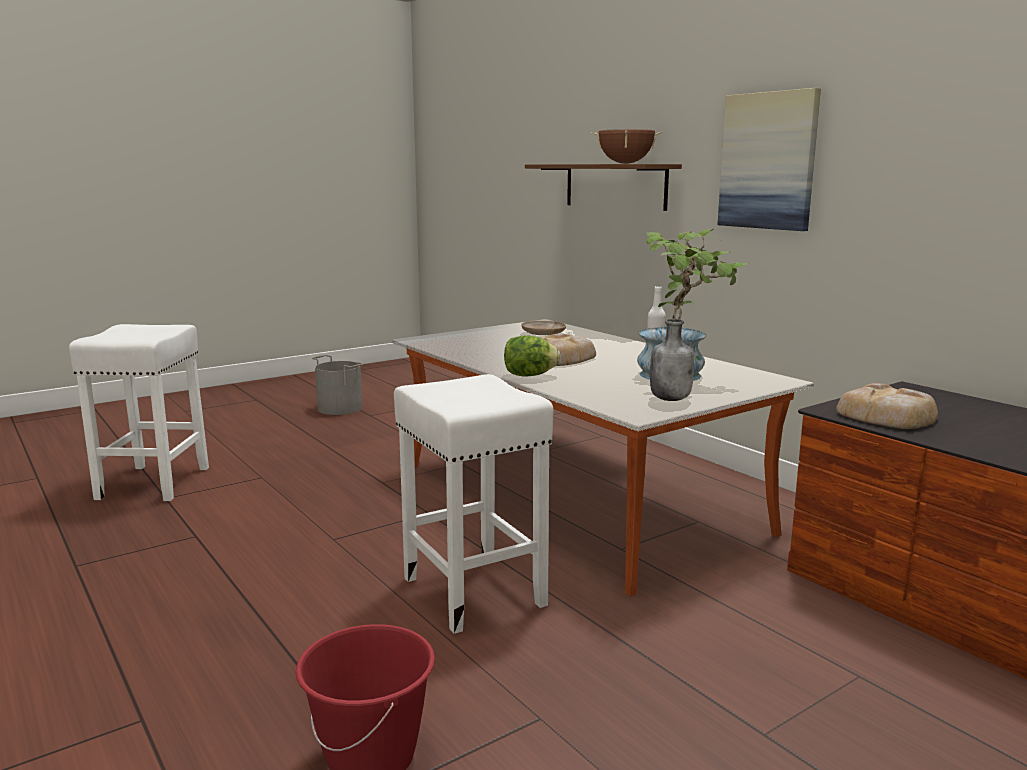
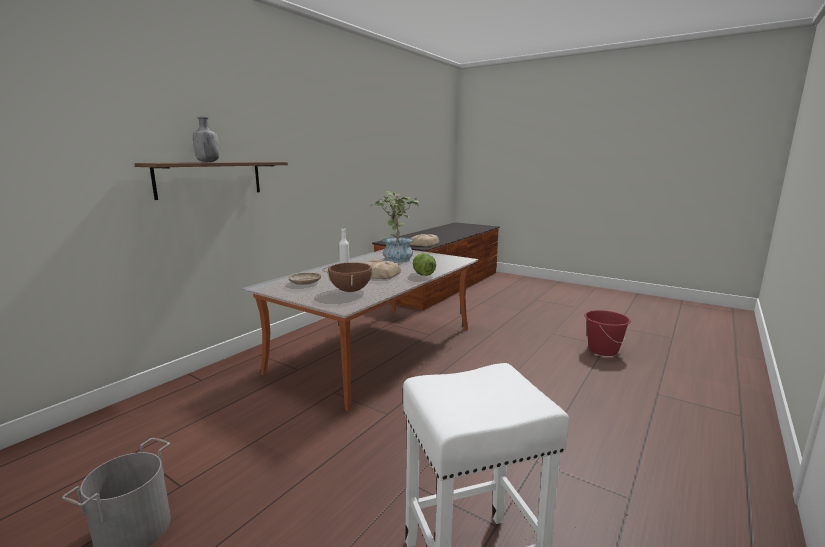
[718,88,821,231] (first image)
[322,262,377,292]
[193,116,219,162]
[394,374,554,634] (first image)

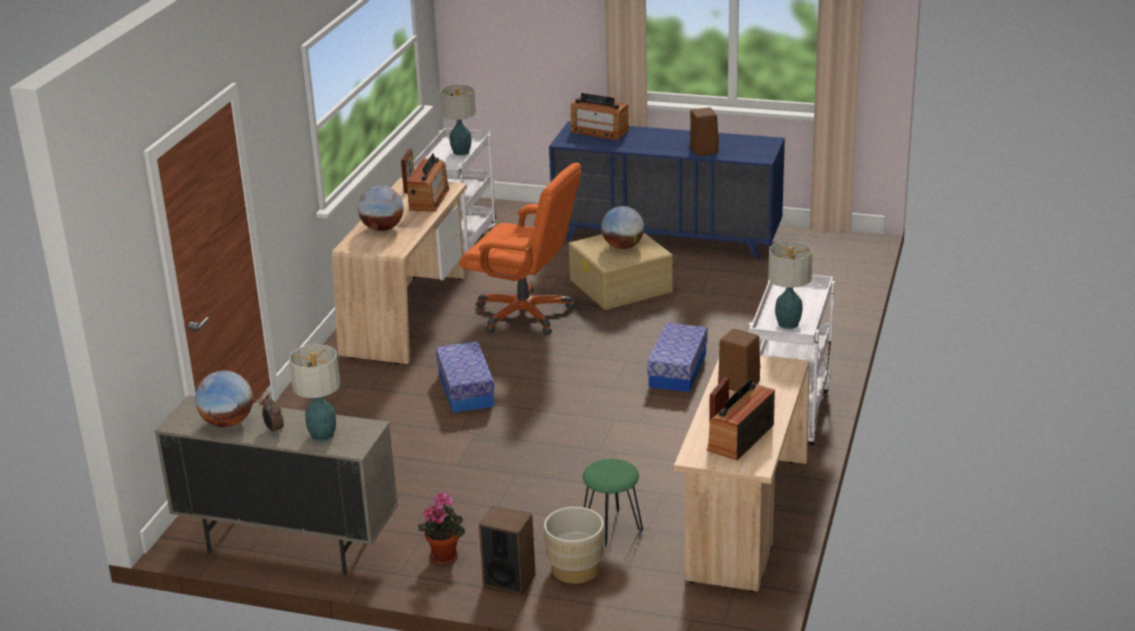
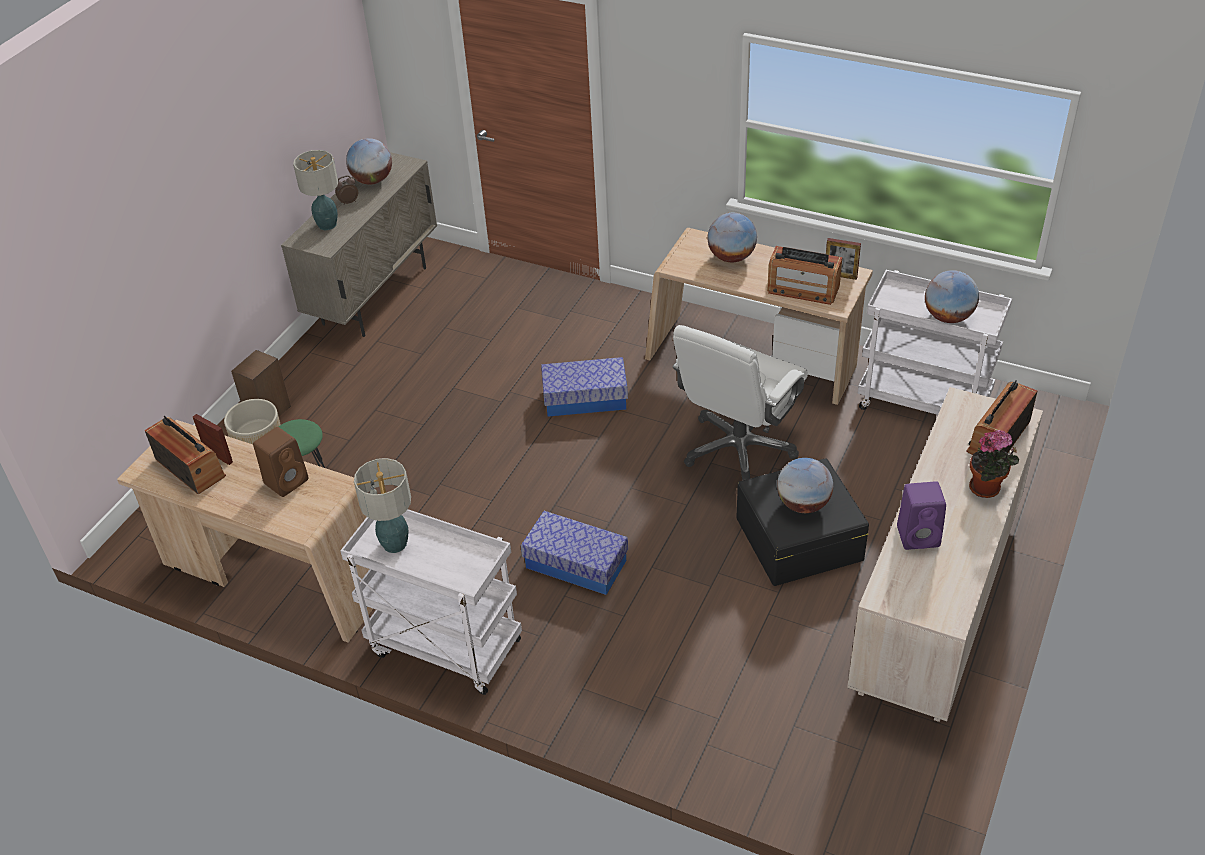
[925,270,979,323]
[897,481,946,550]
[847,387,1043,722]
[672,325,808,481]
[736,459,869,586]
[969,430,1019,498]

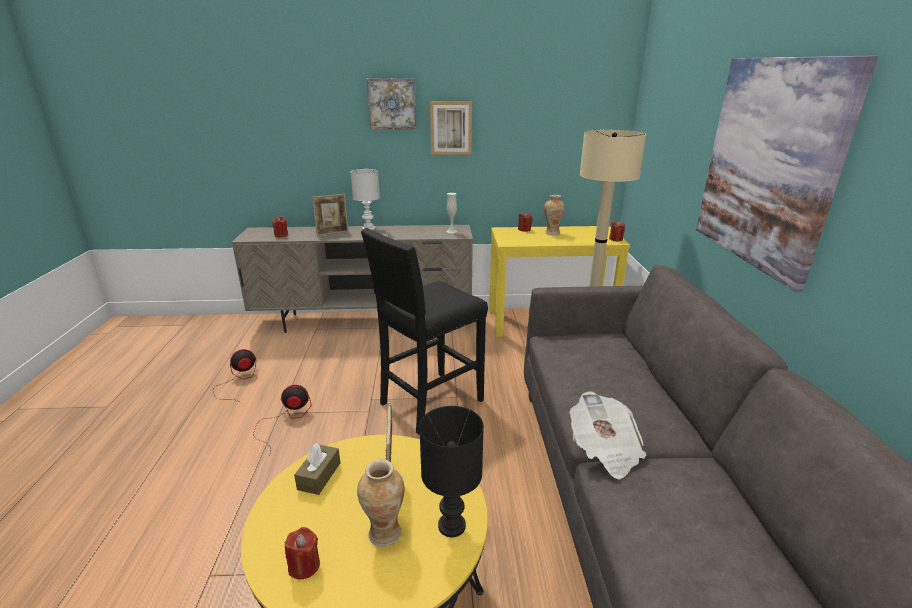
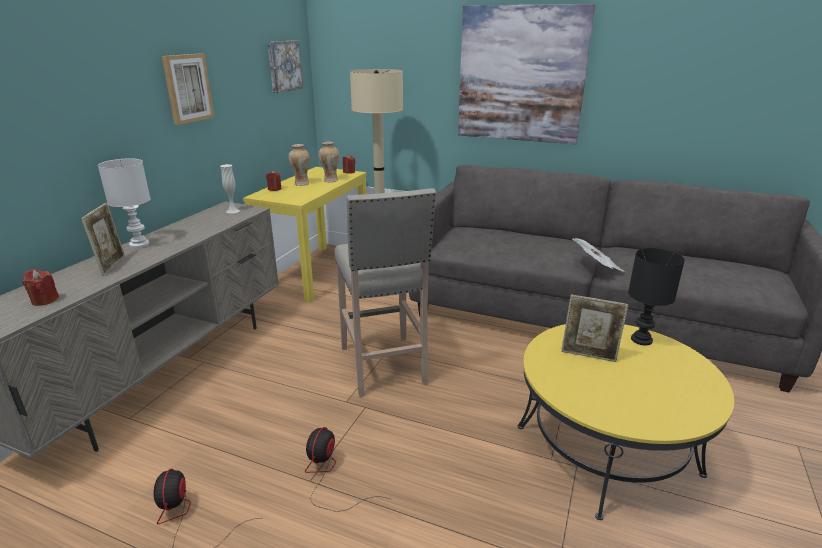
[268,40,303,93]
[335,188,436,397]
[294,443,340,495] (first image)
[319,142,339,182]
[285,527,320,579] (first image)

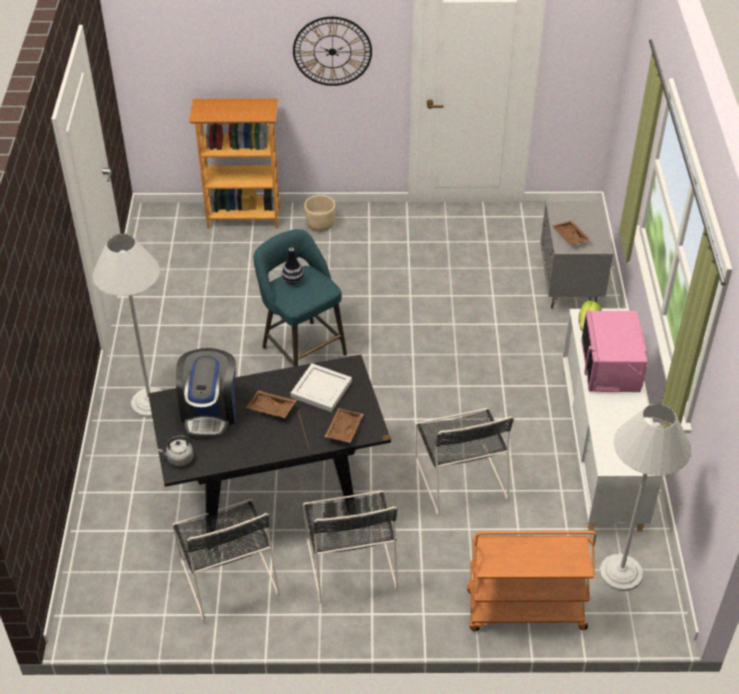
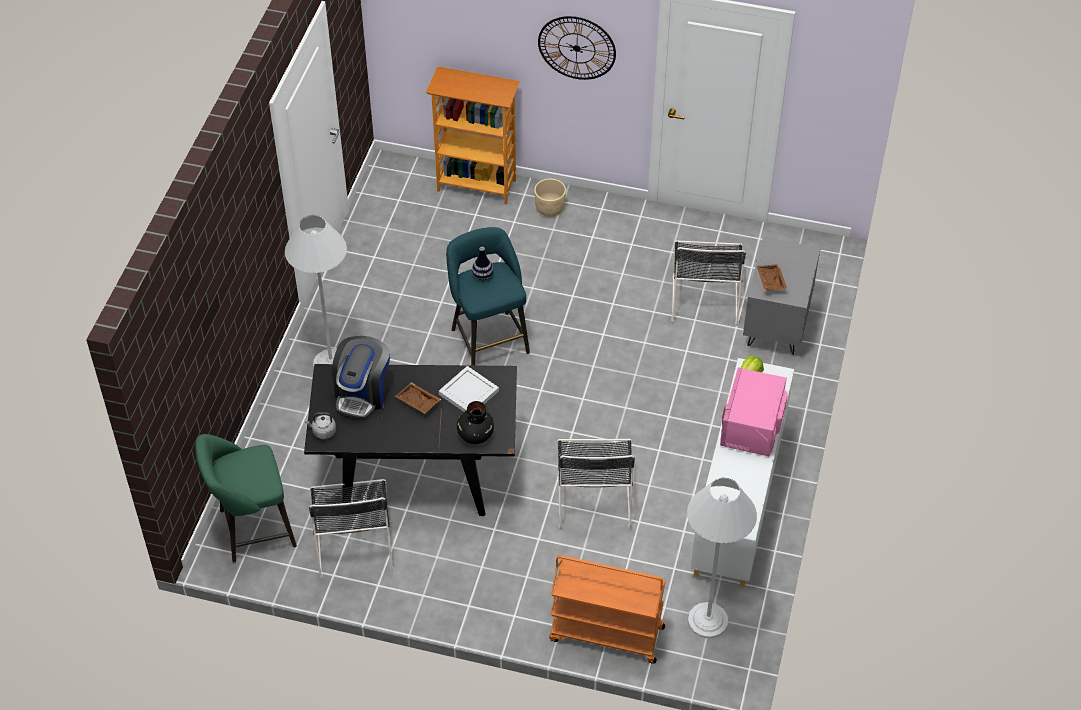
[457,401,494,444]
[671,240,746,326]
[195,434,297,562]

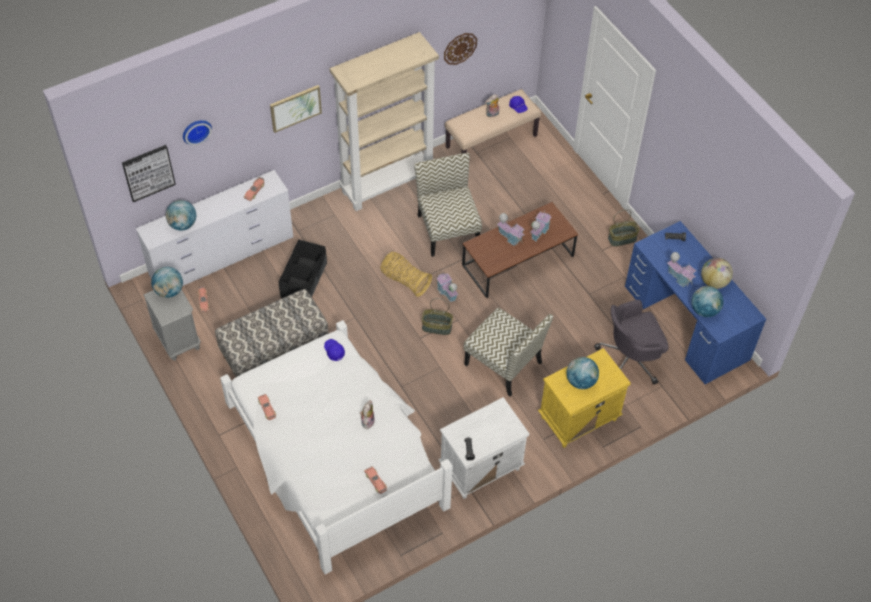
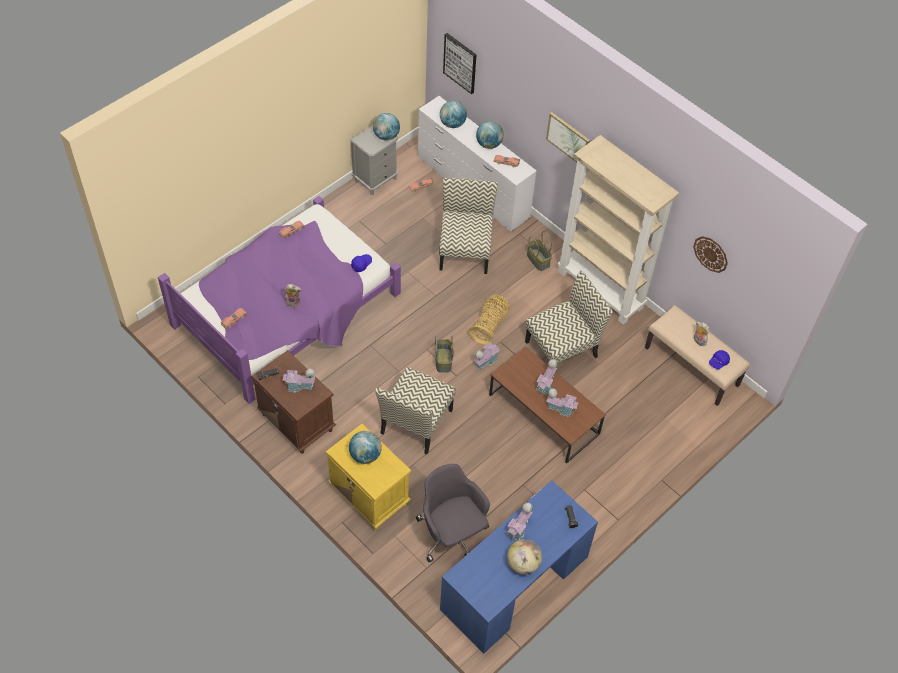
[183,120,212,145] (first image)
[527,231,552,271]
[439,178,498,274]
[476,121,504,149]
[215,289,329,377] (first image)
[158,196,401,404]
[252,350,336,454]
[282,369,316,392]

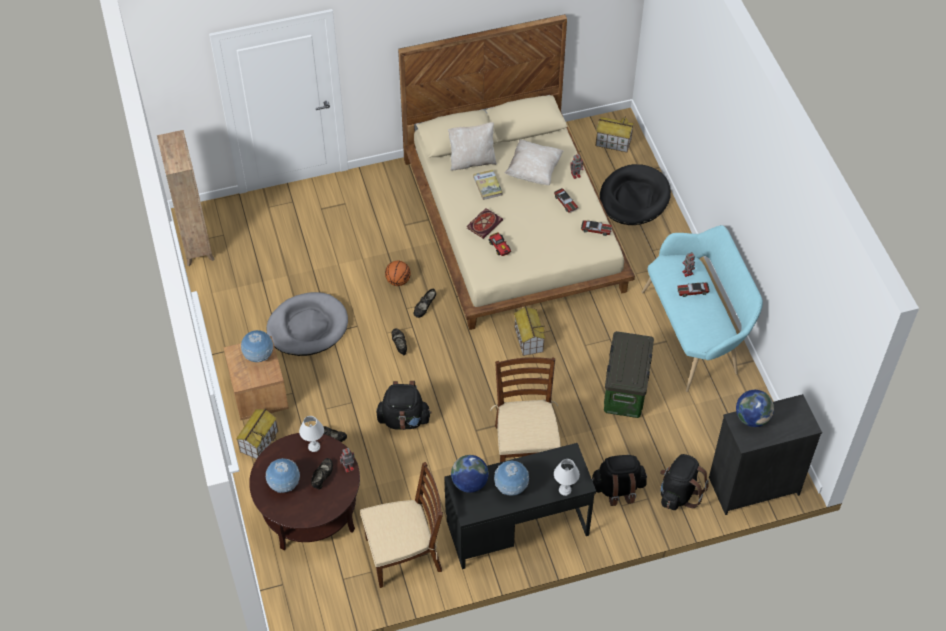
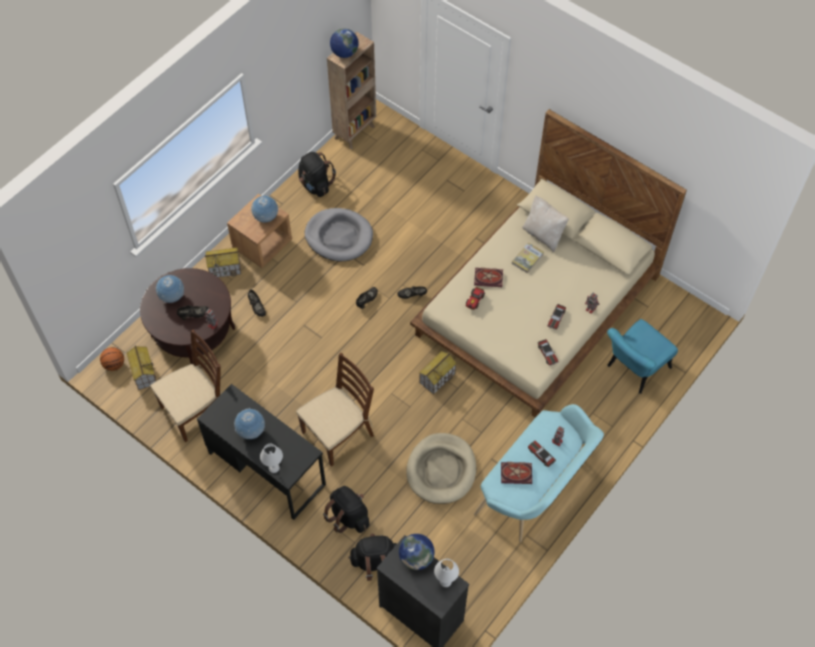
[127,346,156,390]
[505,139,563,185] (first image)
[607,319,678,394]
[100,347,124,371]
[406,433,476,504]
[298,152,336,197]
[434,559,459,587]
[330,29,359,58]
[150,329,221,442]
[501,462,532,484]

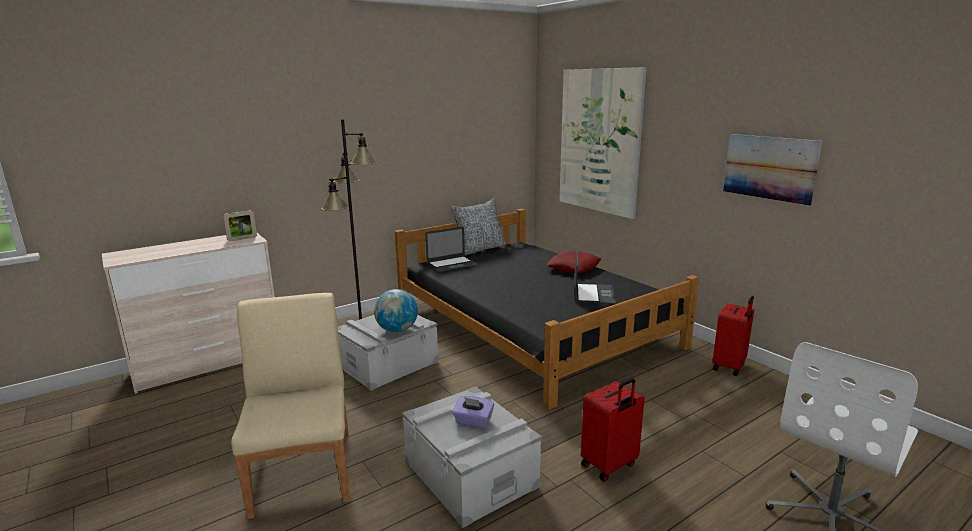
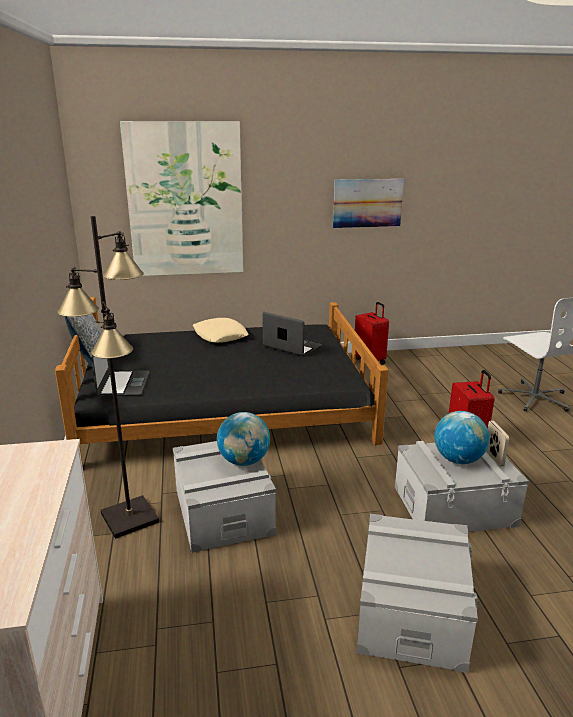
[486,421,509,467]
[193,318,248,343]
[357,514,478,673]
[434,411,489,464]

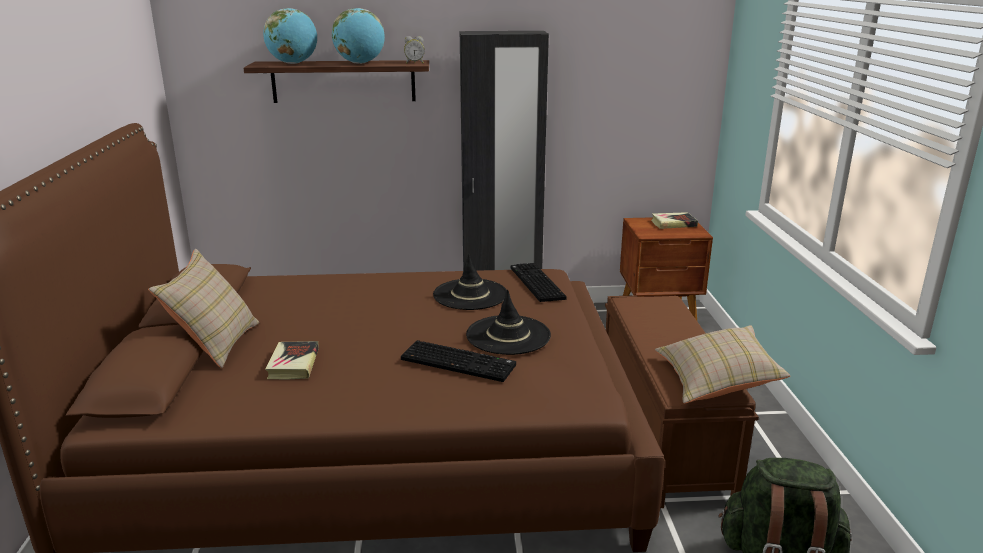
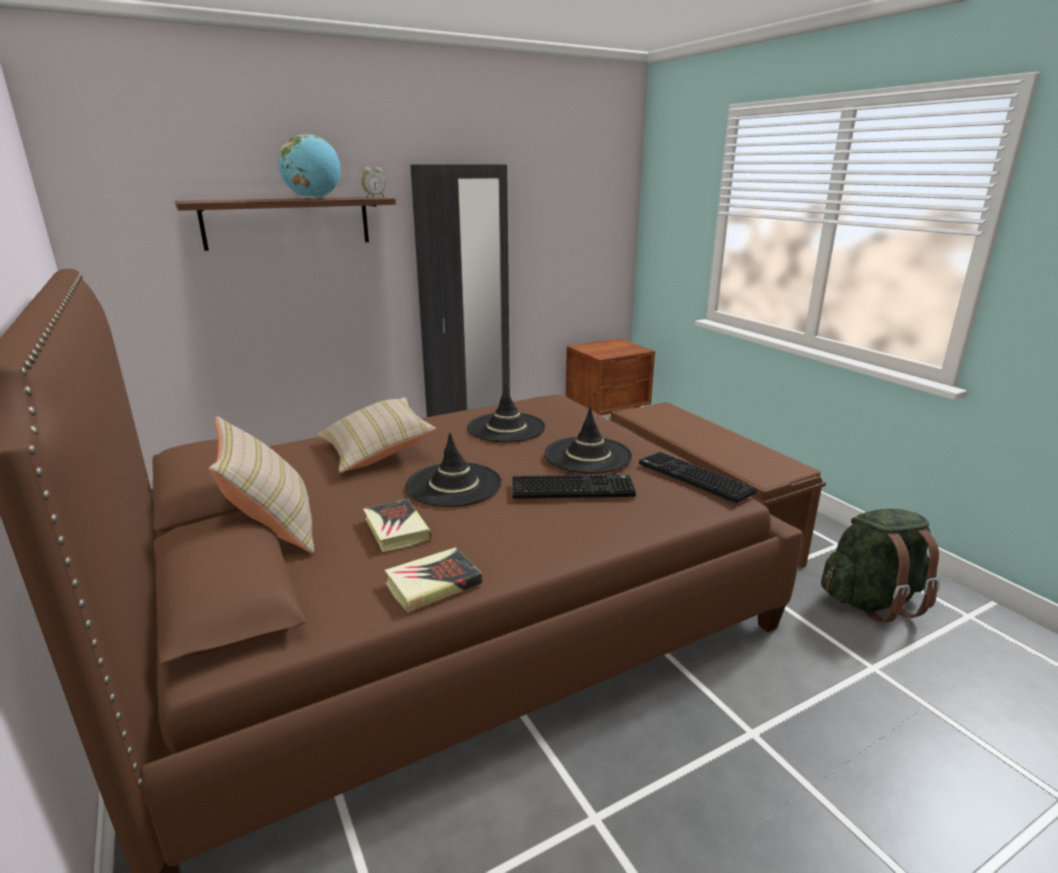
[263,8,317,64] (first image)
[385,547,482,613]
[639,452,757,503]
[317,397,436,473]
[406,433,502,507]

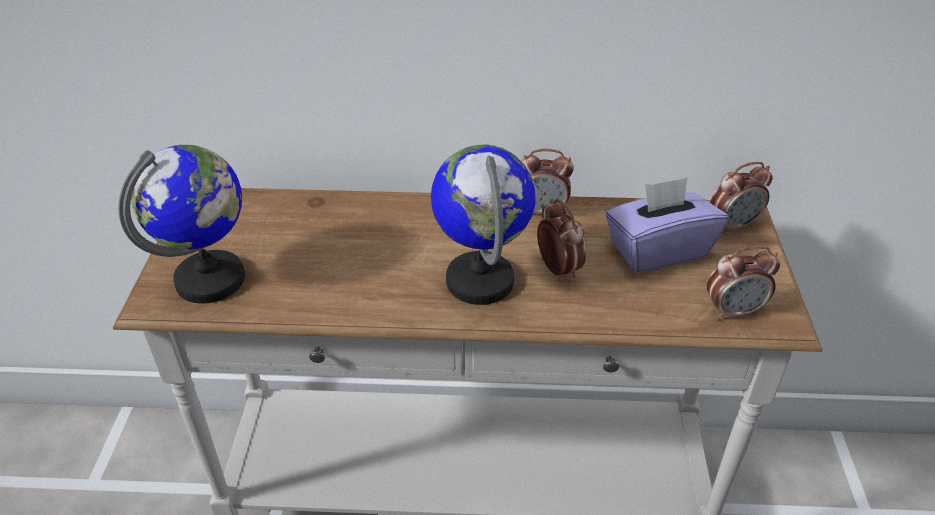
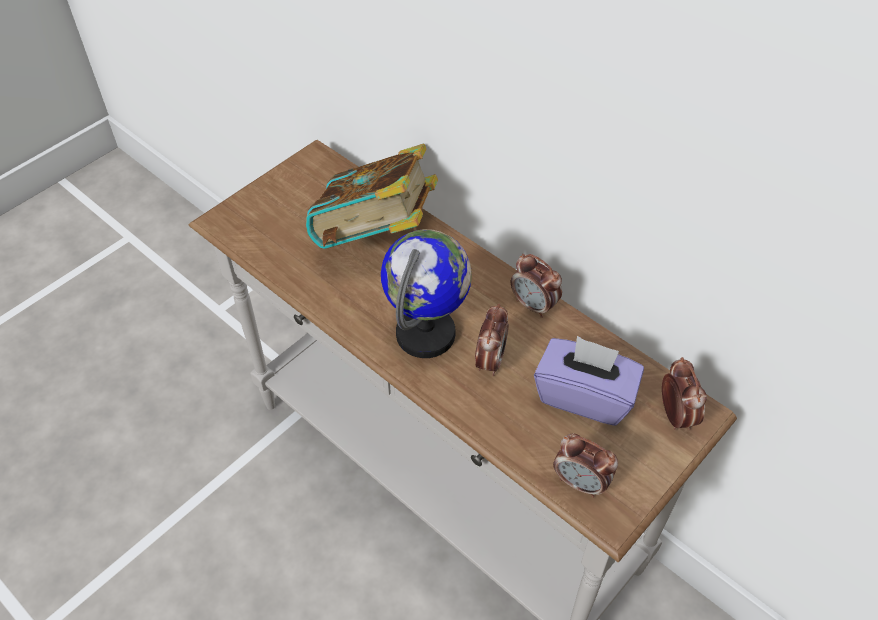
[118,145,245,304] (first image)
[662,357,707,430]
[306,143,438,249]

